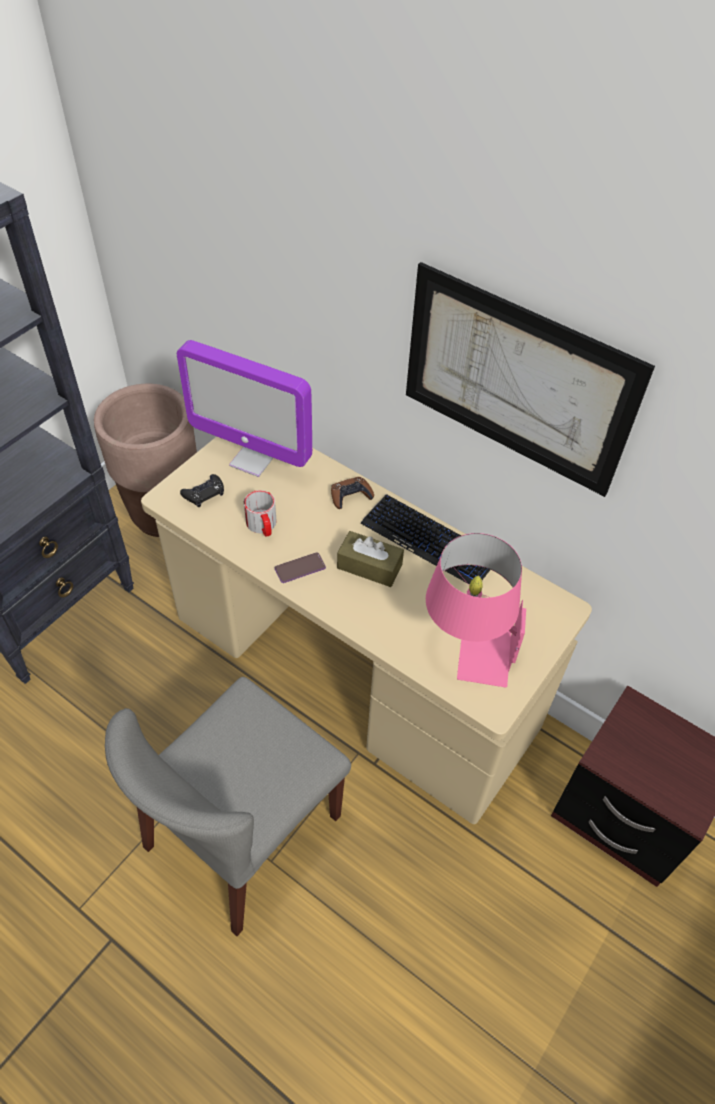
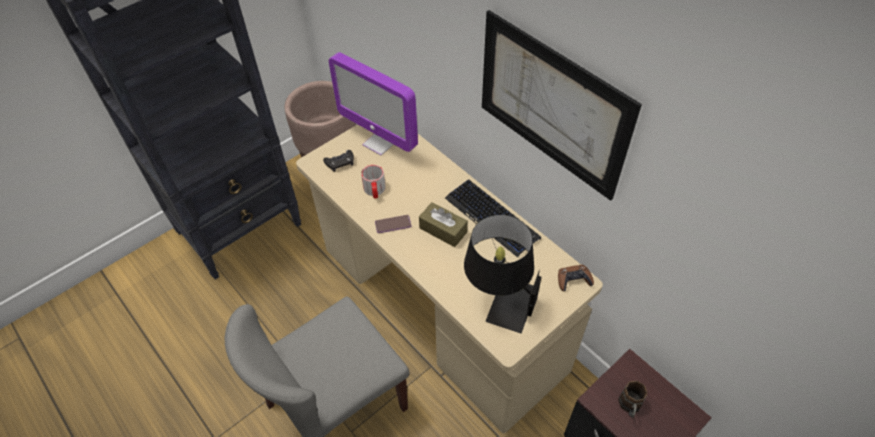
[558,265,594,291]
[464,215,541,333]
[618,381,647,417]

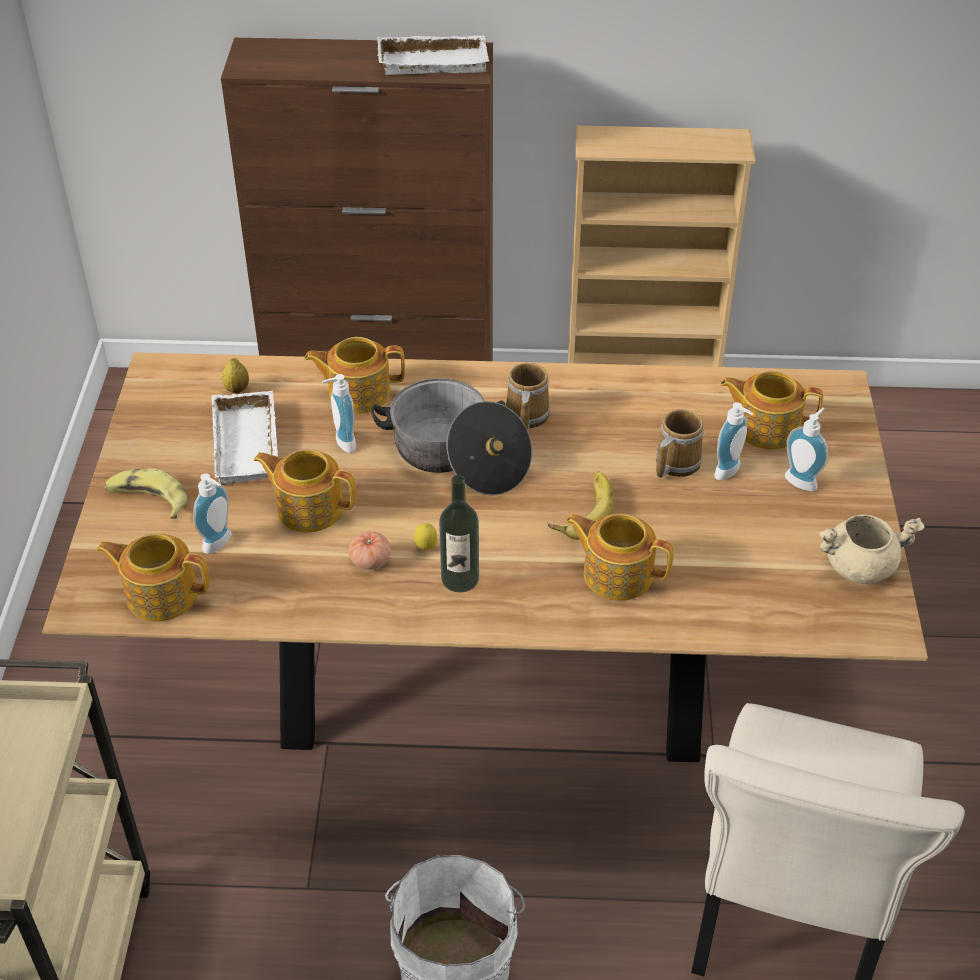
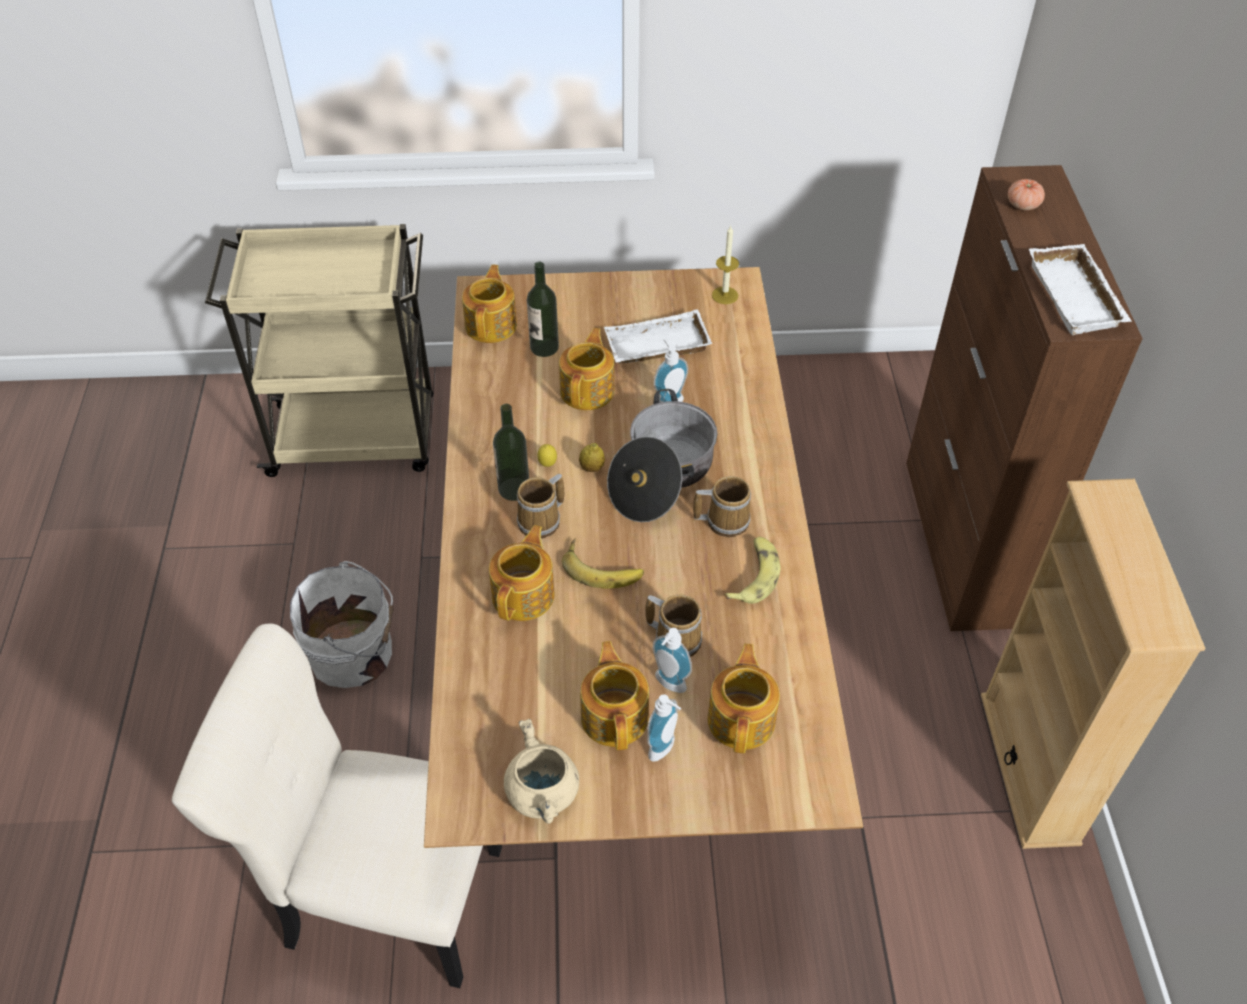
[580,641,649,750]
[579,443,605,472]
[724,537,781,604]
[527,262,559,357]
[1008,179,1045,210]
[712,225,739,304]
[516,474,564,539]

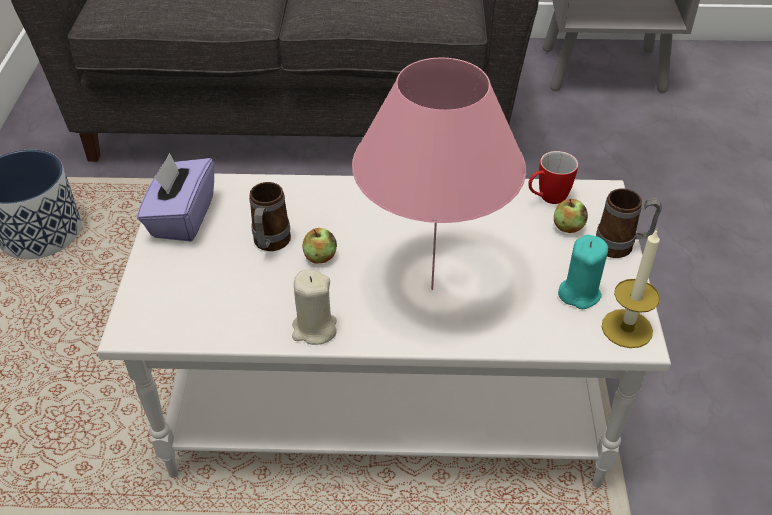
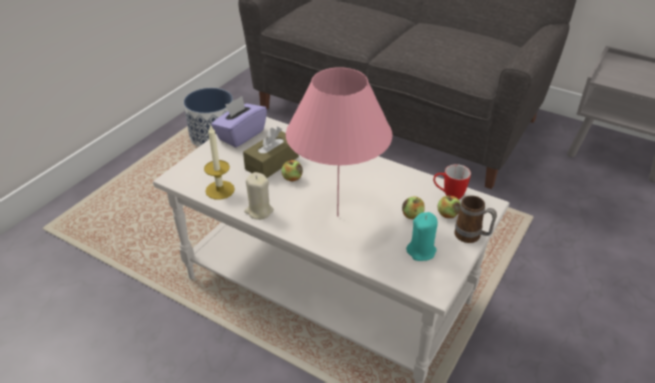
[243,126,299,178]
[204,126,235,200]
[402,196,425,219]

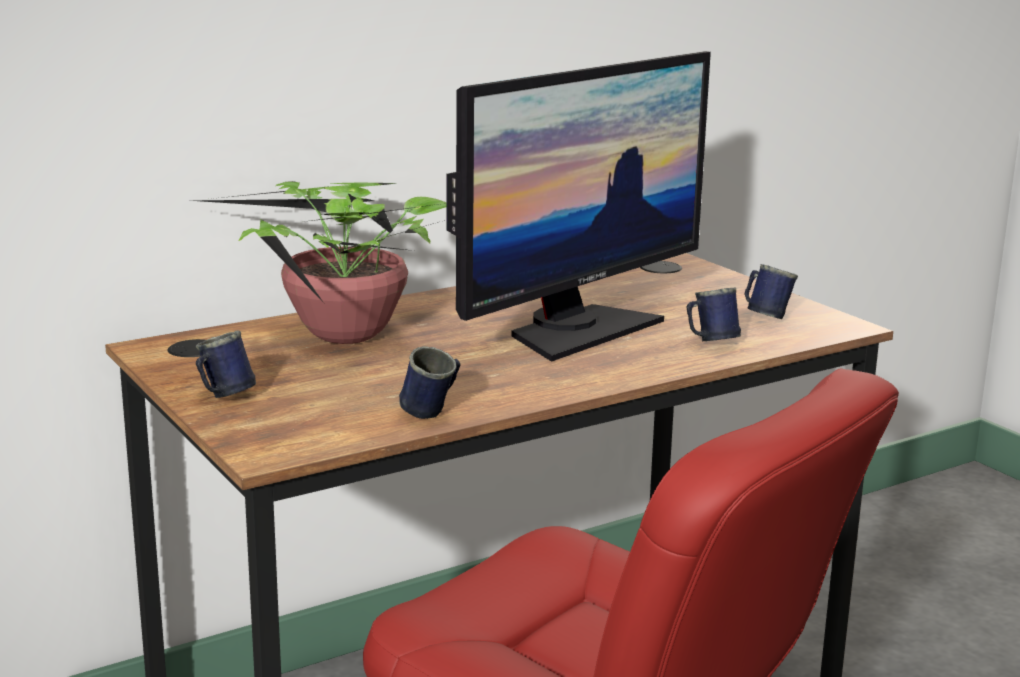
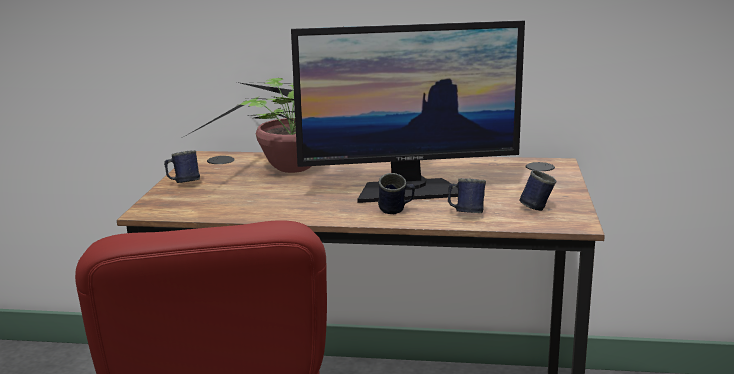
[378,173,415,214]

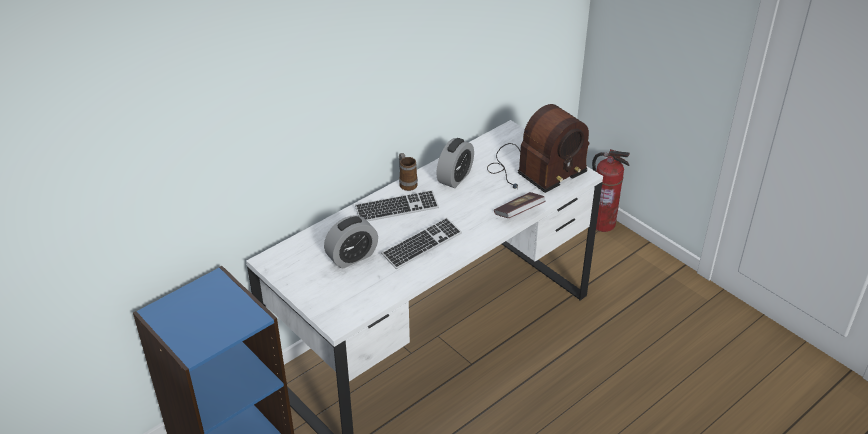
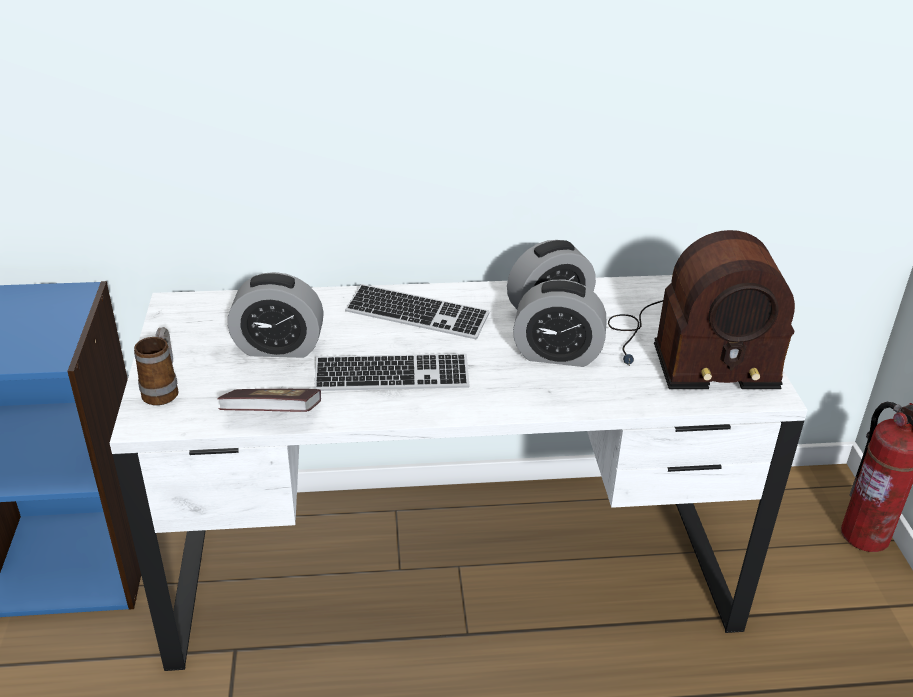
[134,327,179,405]
[217,389,321,412]
[513,280,606,367]

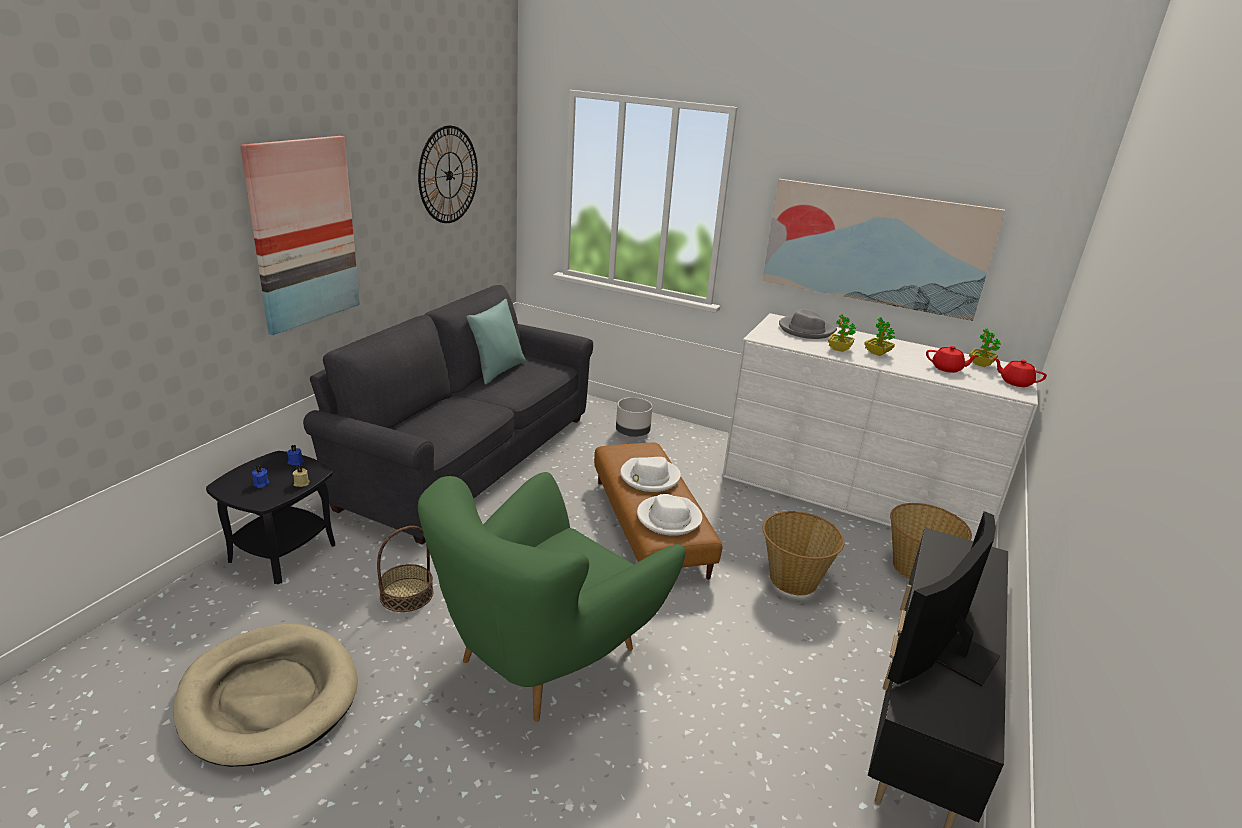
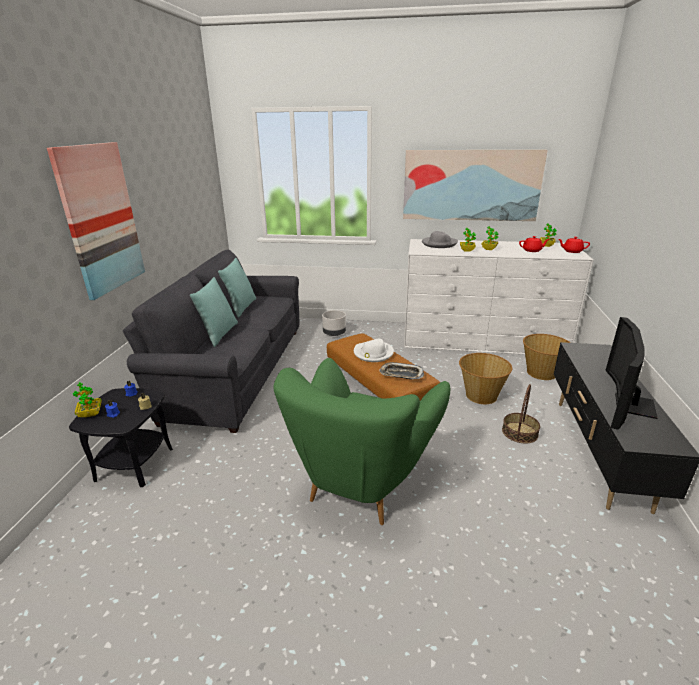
[418,125,478,223] (first image)
[380,362,424,379]
[502,384,540,444]
[173,624,358,767] (first image)
[190,277,238,347]
[73,382,102,417]

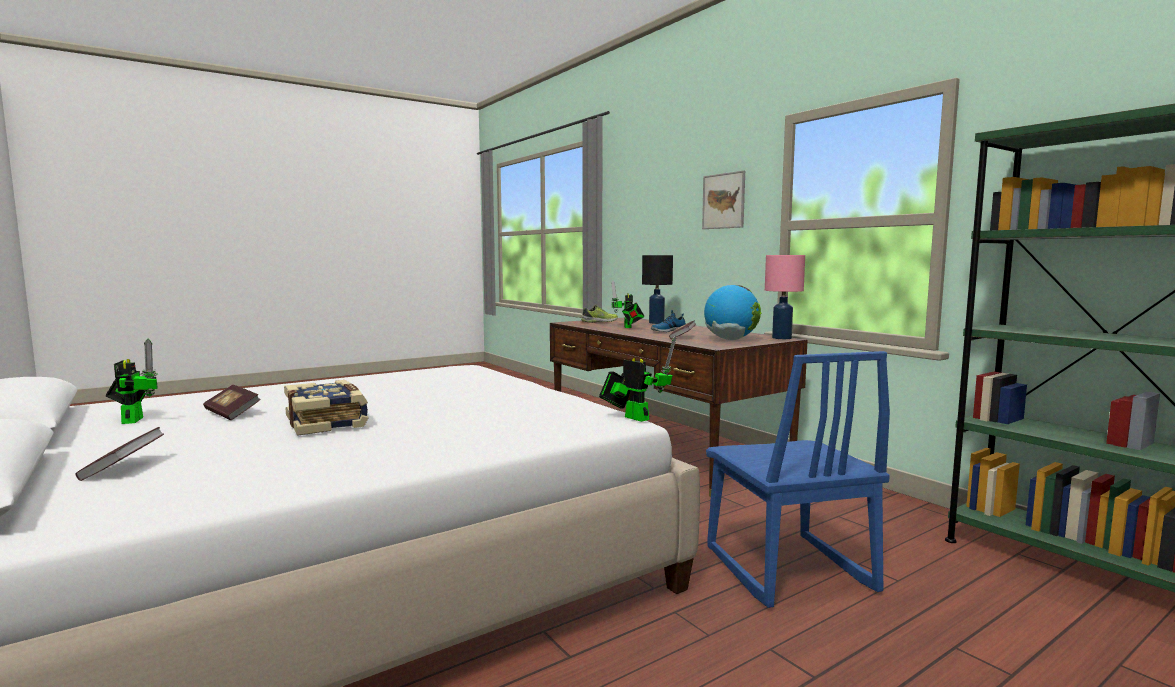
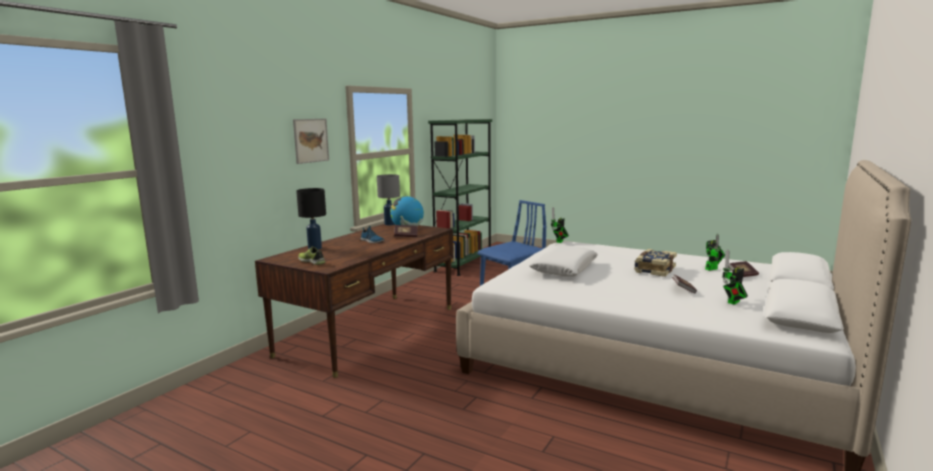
[377,174,400,226]
[705,233,725,271]
[529,245,598,277]

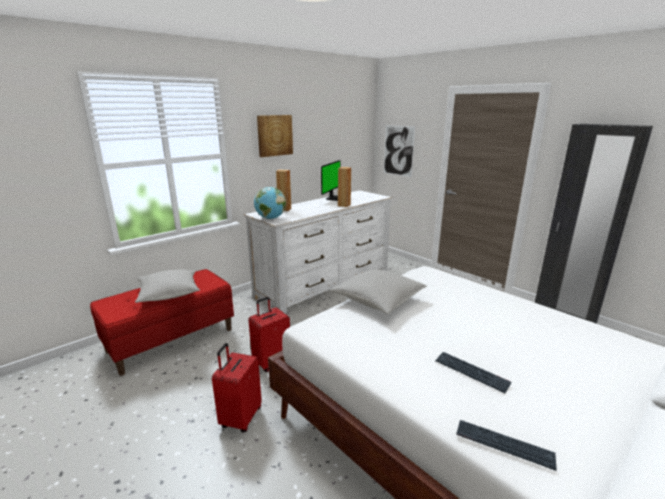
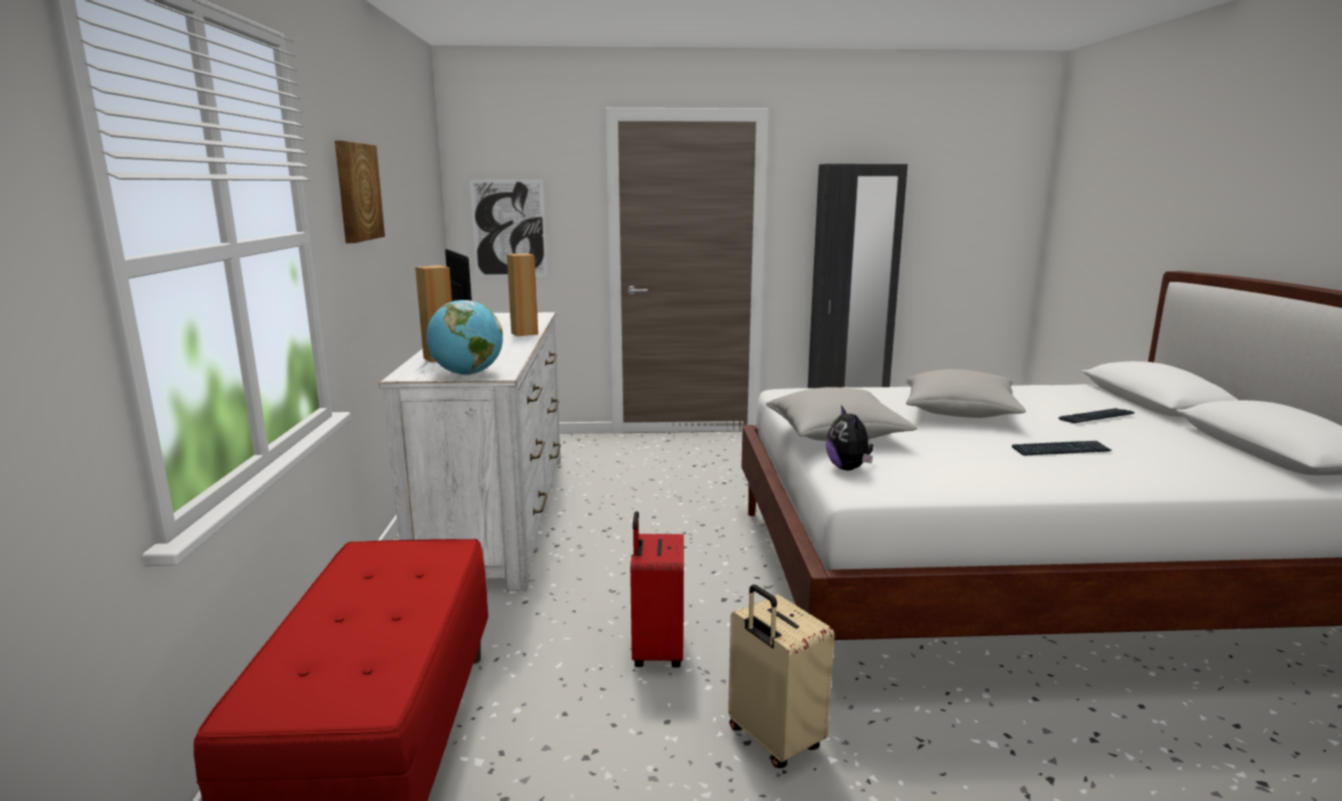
[906,369,1026,418]
[728,584,835,768]
[1058,408,1134,423]
[826,405,873,470]

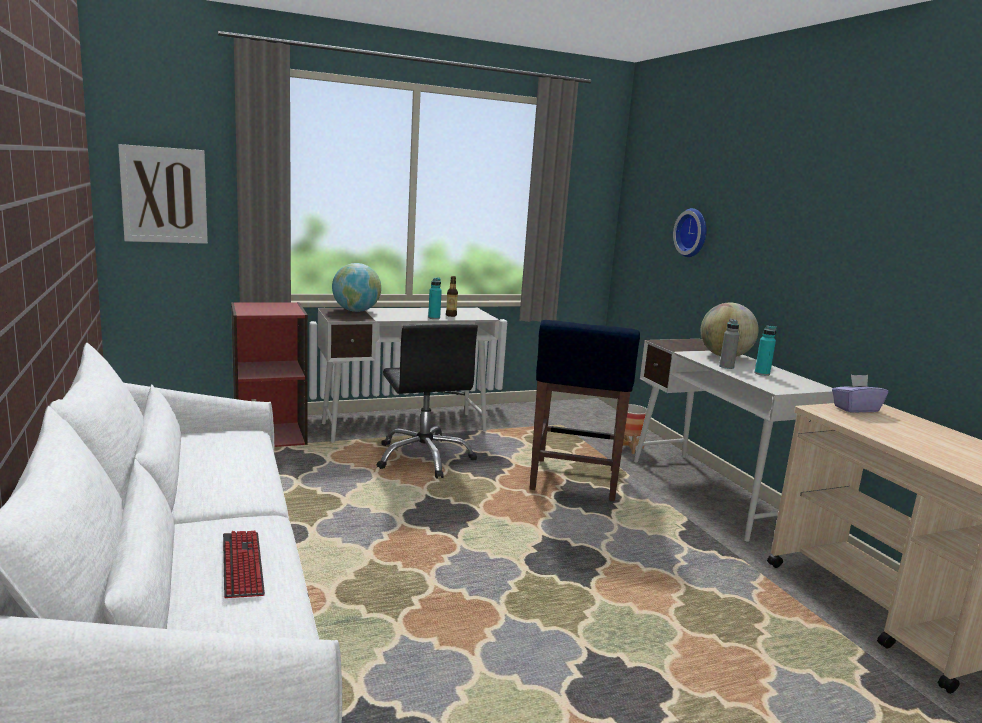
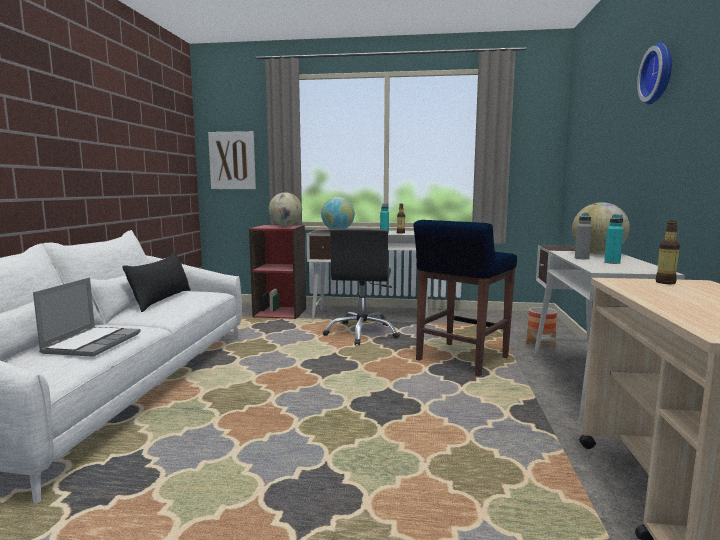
[637,43,672,105]
[656,220,680,284]
[33,277,141,357]
[269,192,302,226]
[122,252,190,312]

